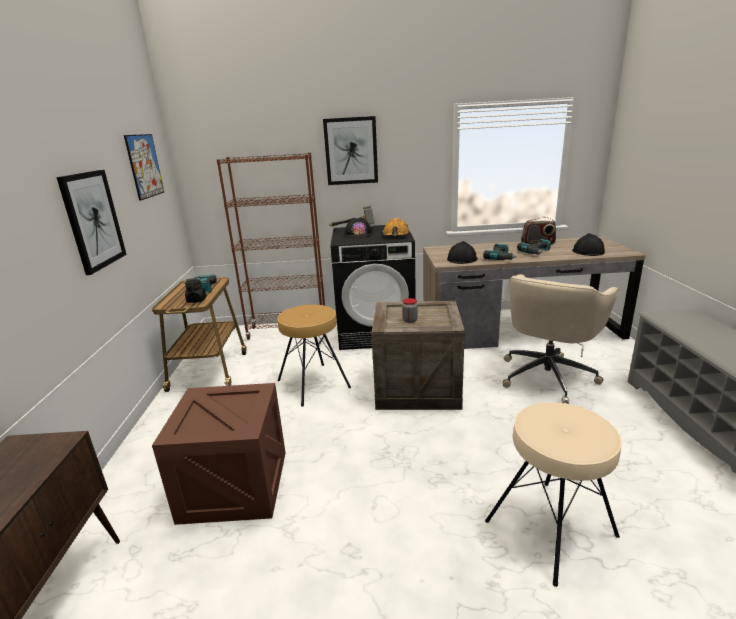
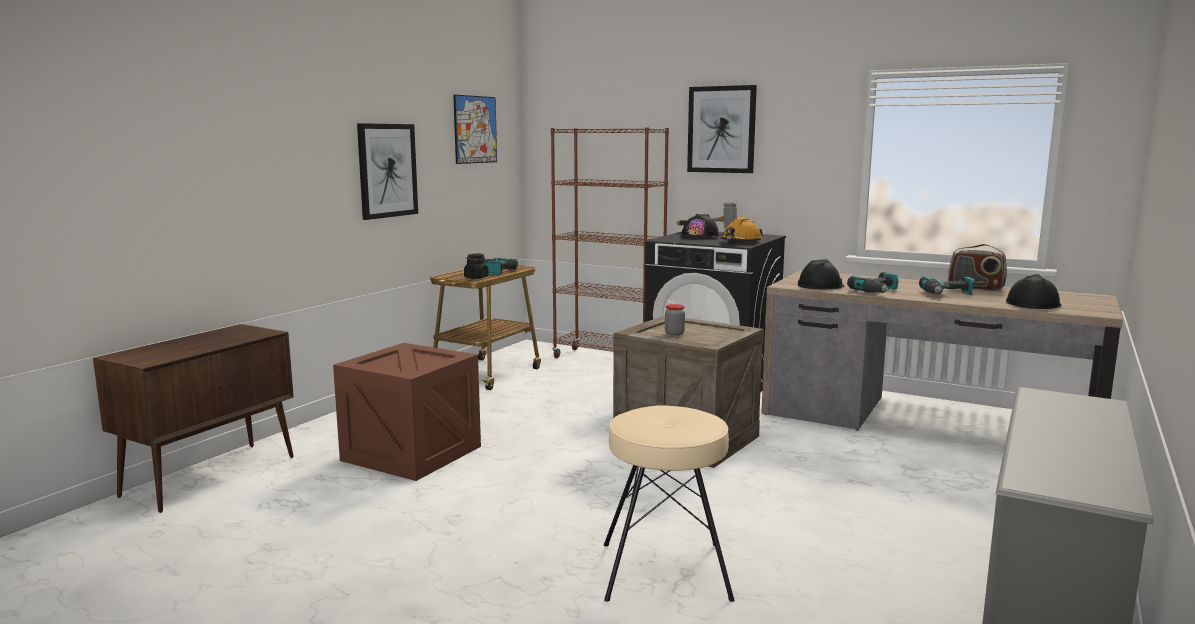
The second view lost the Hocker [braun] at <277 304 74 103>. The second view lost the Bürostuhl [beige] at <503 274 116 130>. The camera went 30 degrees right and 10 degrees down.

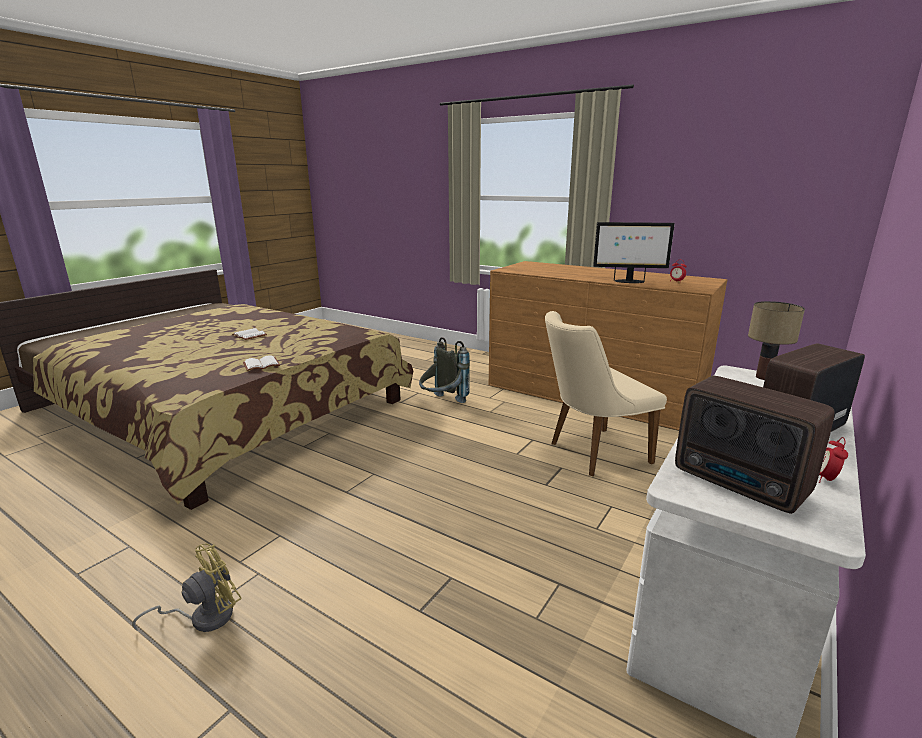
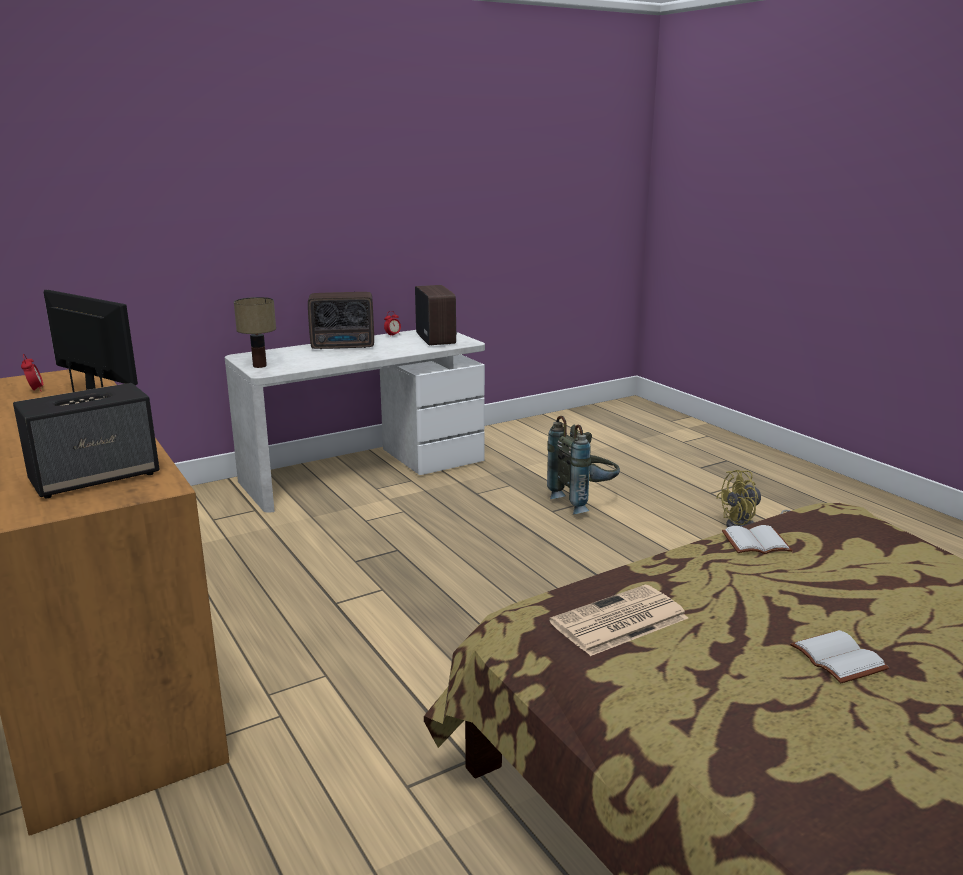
The second view gained the Lautsprecher at <13 383 146 115>. The Rucksack [grau] ended up elsewhere, having gone from <419 337 51 66> to <547 416 73 98>. The second view gained the Zeitung at <549 585 139 71>. The second view lost the Stuhl [beige] at <545 311 122 165>. The camera went 155 degrees left and 0 degrees up.

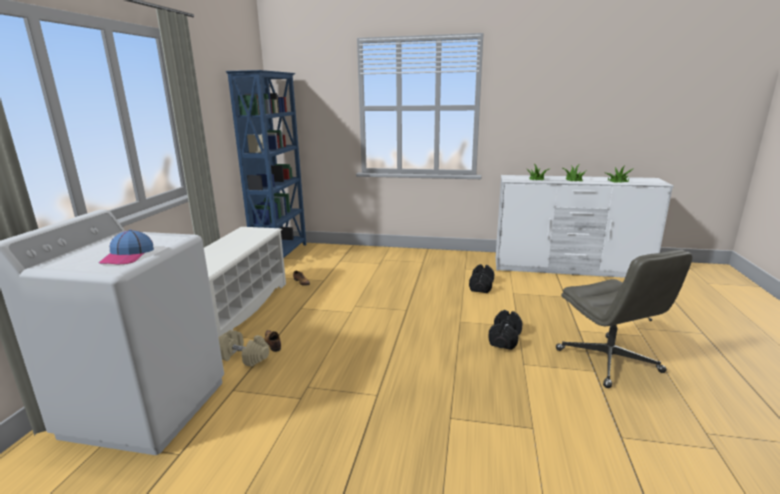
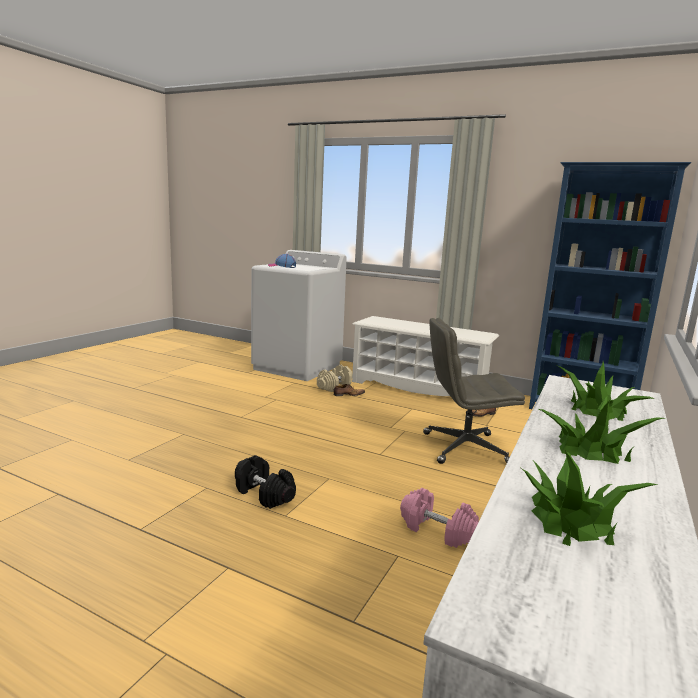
What was the Hantel [schwarz] at <469 264 25 29> turned into the Hantel [rosa] at <400 488 79 60>. The Bürostuhl [grau] ended up elsewhere, having gone from <556 249 137 139> to <423 318 102 146>. The camera went 105 degrees right and 5 degrees down.

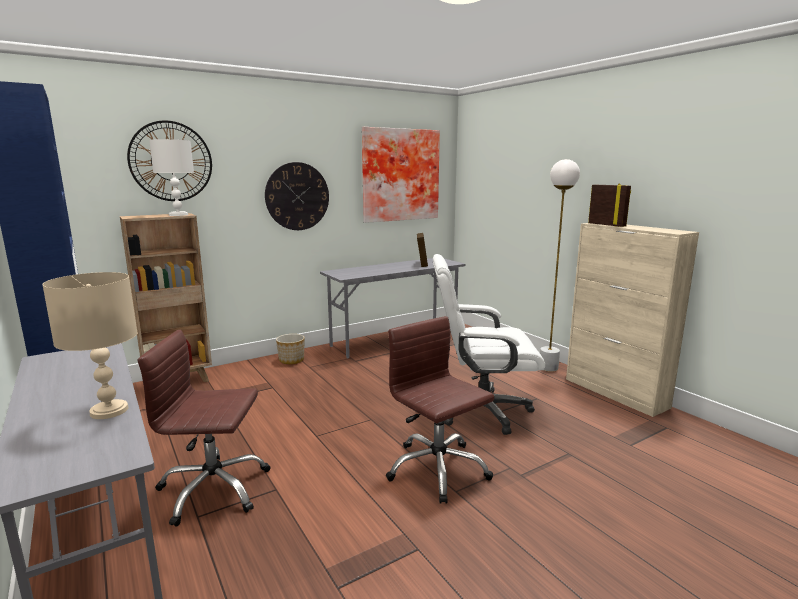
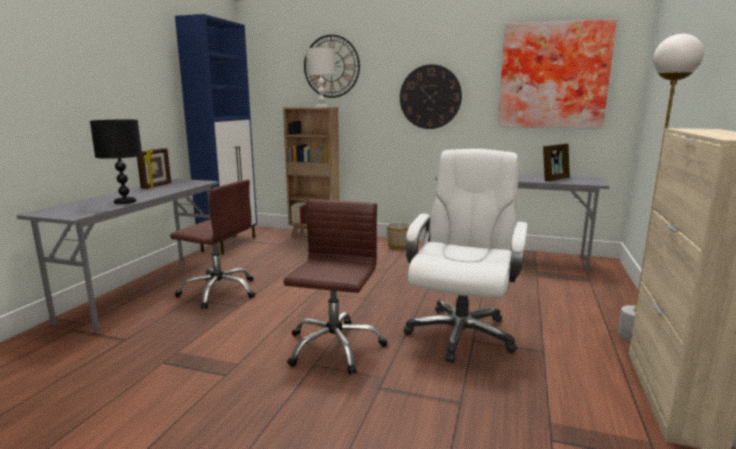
What was the Tischlampe [beige] at <42 272 96 147> turned into the Tischlampe [schwarz] at <90 120 52 84>. The Bilderrahmen ended up elsewhere, having gone from <588 183 43 44> to <137 148 34 41>. The Bürostuhl [braun] at <138 330 133 197> ended up facing another way, 150 degrees clockwise from before. The Bürostuhl [weiß] at <433 254 112 181> ended up facing another way, 60 degrees clockwise from before. The camera went 50 degrees right and 0 degrees up.

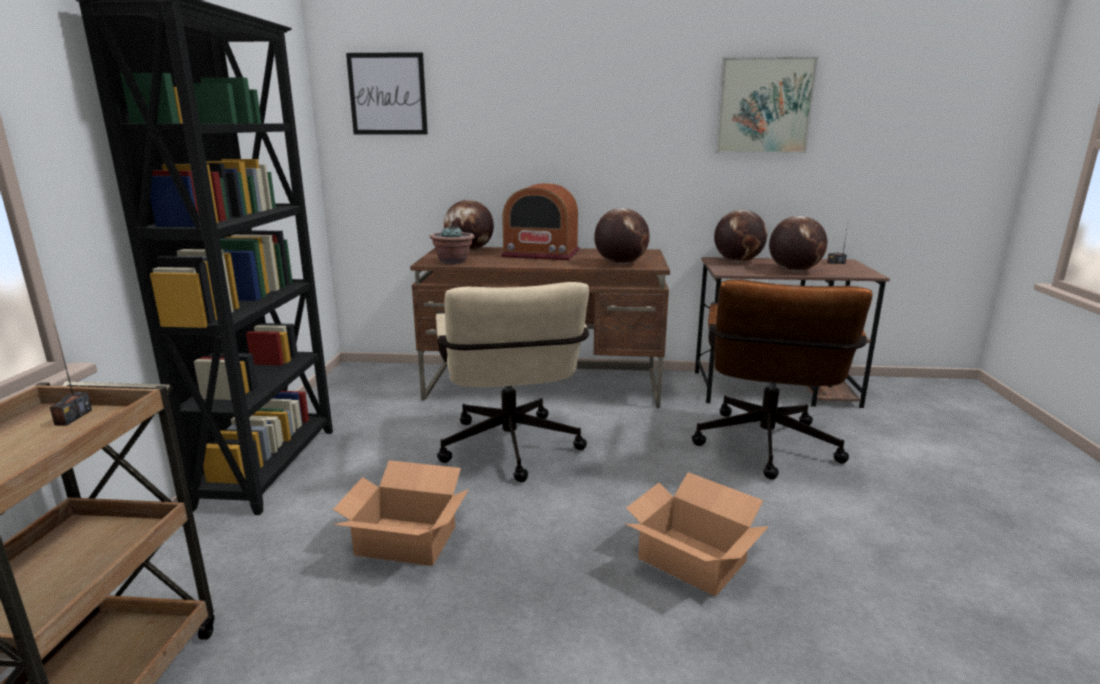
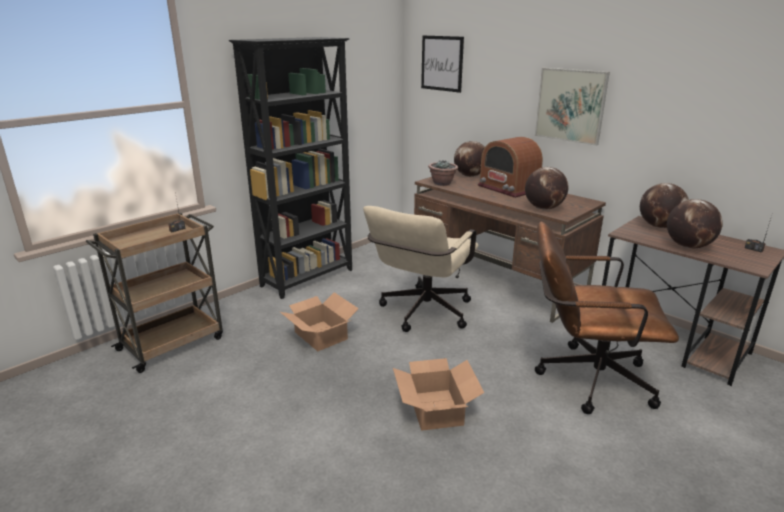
The Bild ended up elsewhere, having gone from <715 57 103 97> to <535 68 75 78>. The Bürostuhl [braun] at <692 279 180 201> ended up facing another way, 45 degrees clockwise from before. The camera went 40 degrees right and 5 degrees up.

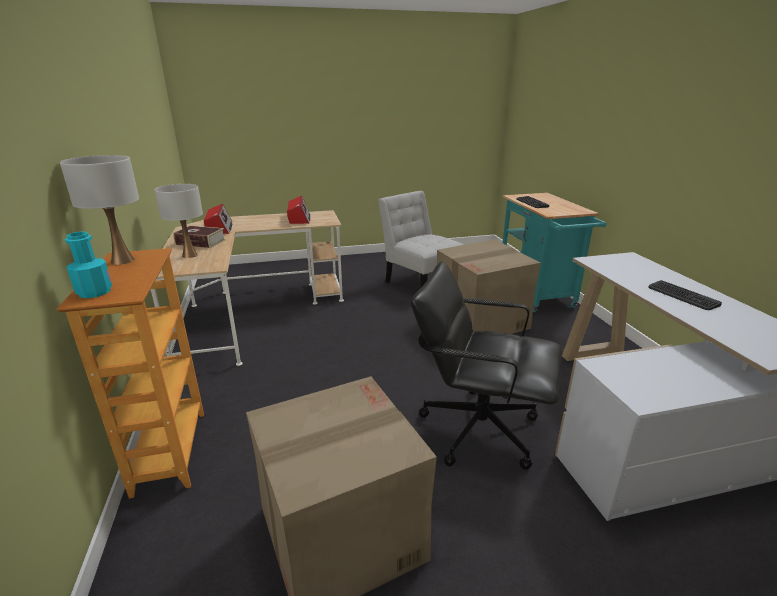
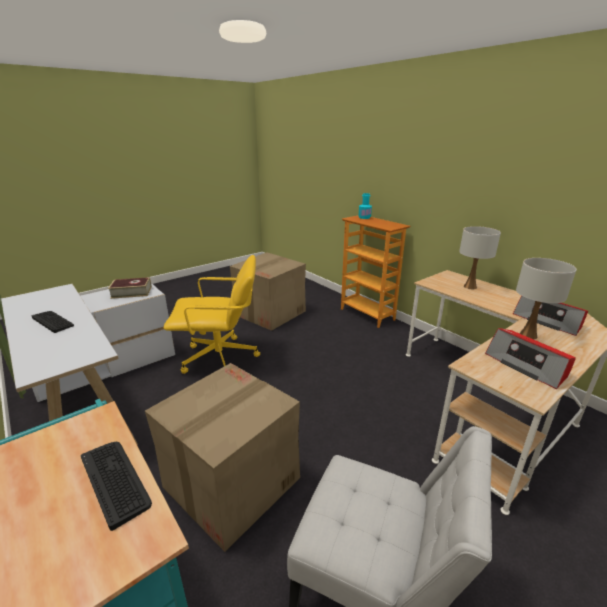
The Buch ended up elsewhere, having gone from <173 225 53 23> to <108 277 44 22>. What was the Bürostuhl [schwarz] at <411 261 150 209> turned into the Bürostuhl [gelb] at <164 255 96 119>. The Tischlampe [weiß] ended up elsewhere, having gone from <60 155 79 110> to <516 258 61 82>. The camera went 155 degrees right and 0 degrees up.

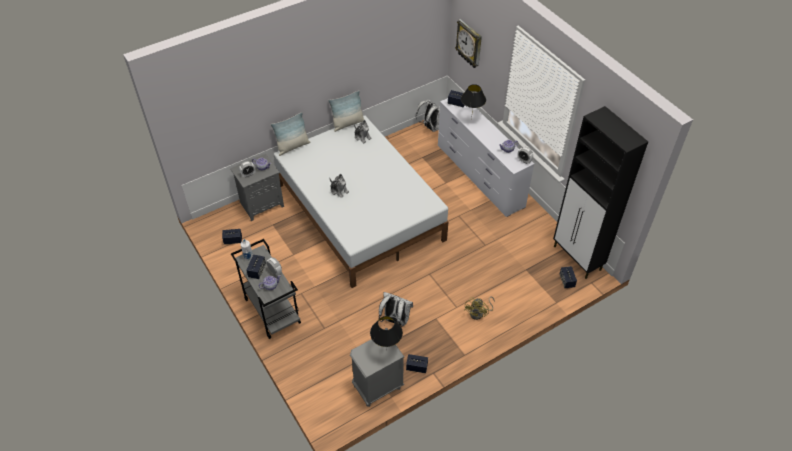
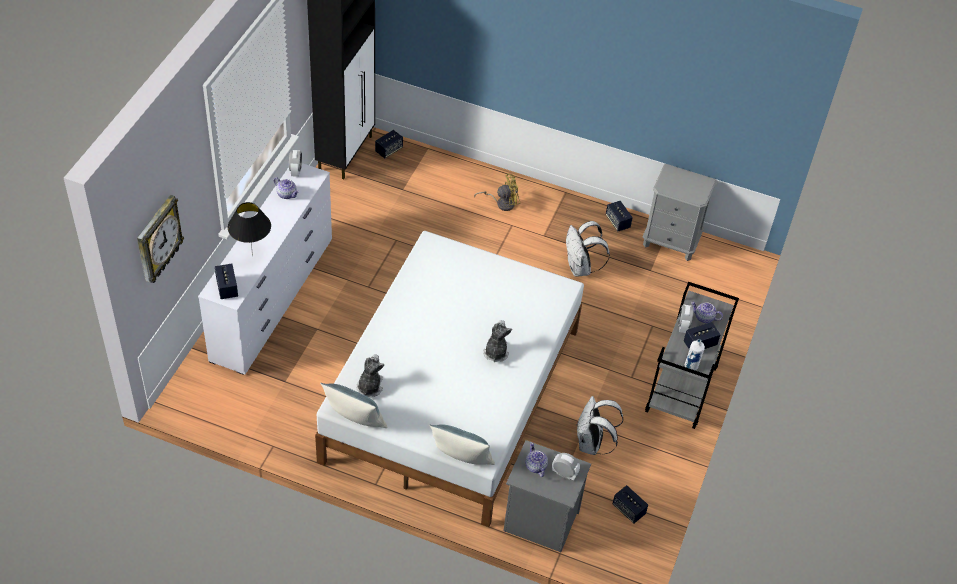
The Rucksack [weiß] ended up elsewhere, having gone from <416 99 24 33> to <577 396 46 59>. The second view lost the Tischlampe [schwarz] at <370 316 33 35>. The camera went 130 degrees left and 0 degrees up.

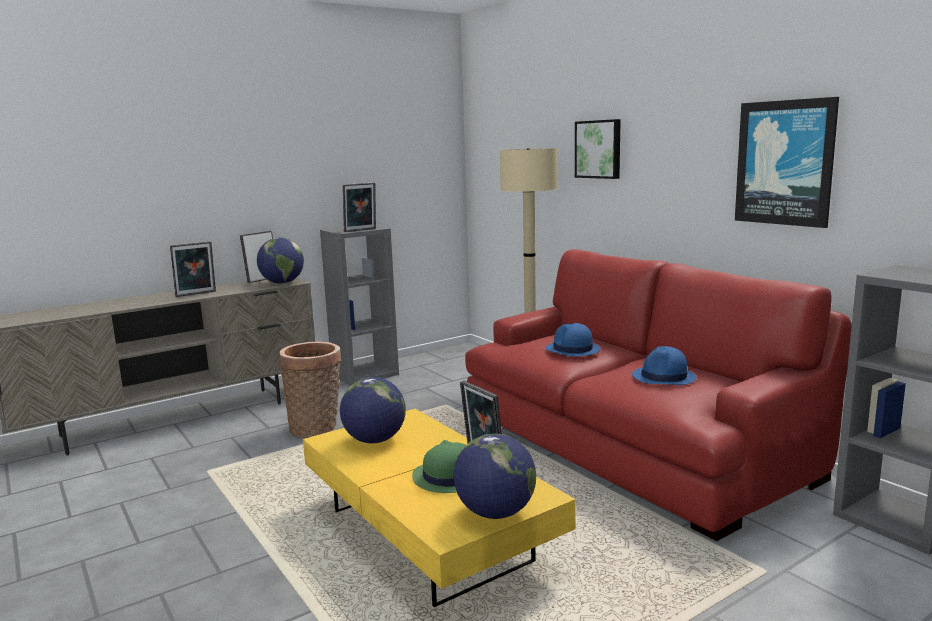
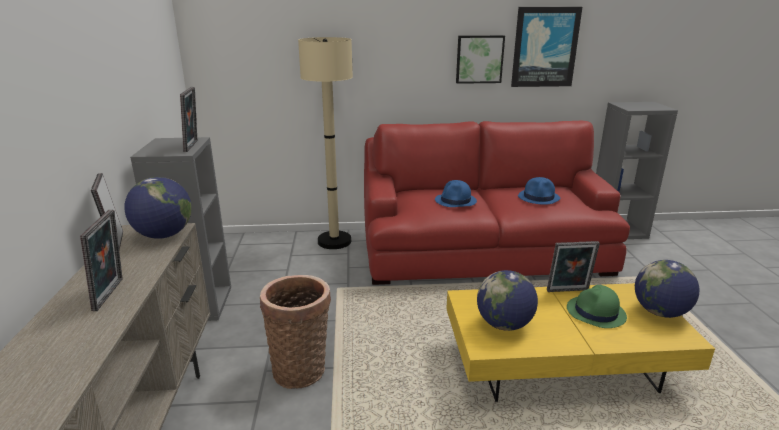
The Bild ended up elsewhere, having gone from <575 119 46 60> to <456 35 49 49>. The camera went 60 degrees left and 10 degrees up.

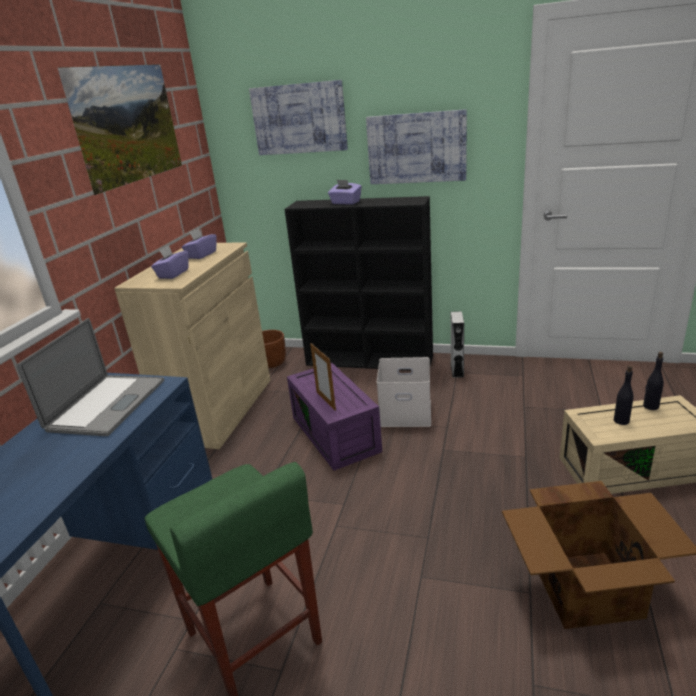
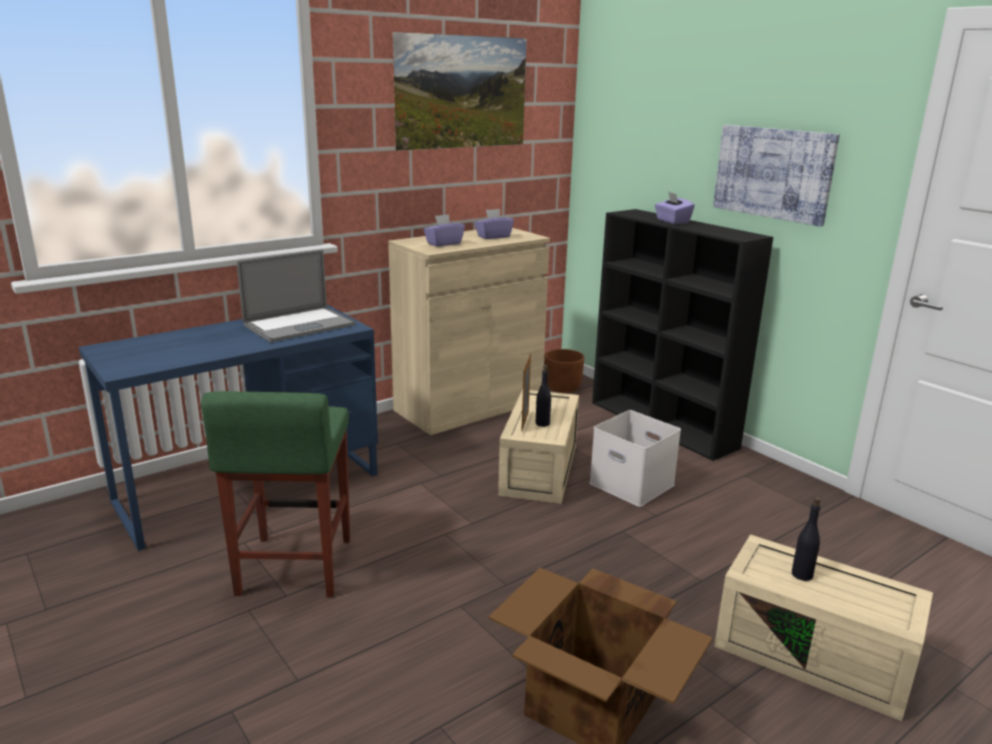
What was the Aufbewahrungsbox [lila] at <287 363 95 108> turned into the Aufbewahrungsbox [beige] at <498 389 81 115>. The Flasche [schwarz] ended up elsewhere, having gone from <643 352 21 58> to <536 365 15 62>. The second view lost the Bild at <249 80 99 75>. The second view lost the Lautsprecher [grau] at <451 311 13 67>. The camera went 35 degrees right and 5 degrees down.

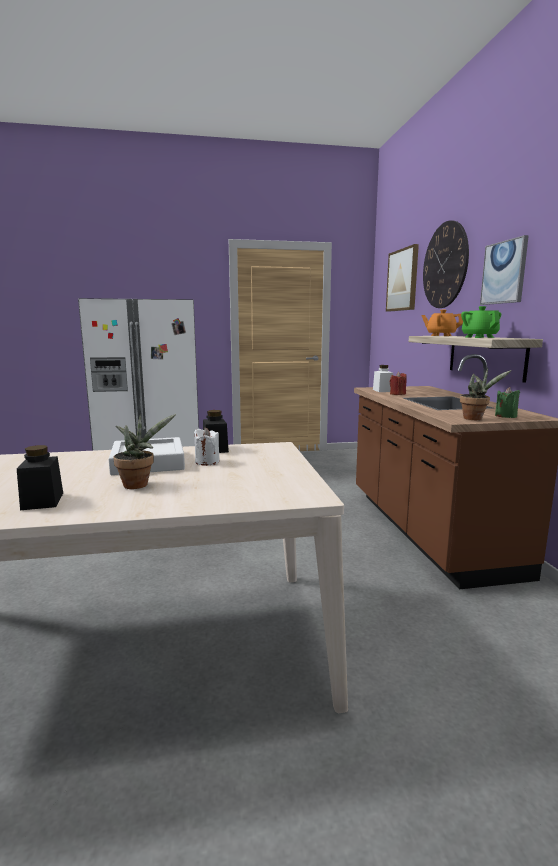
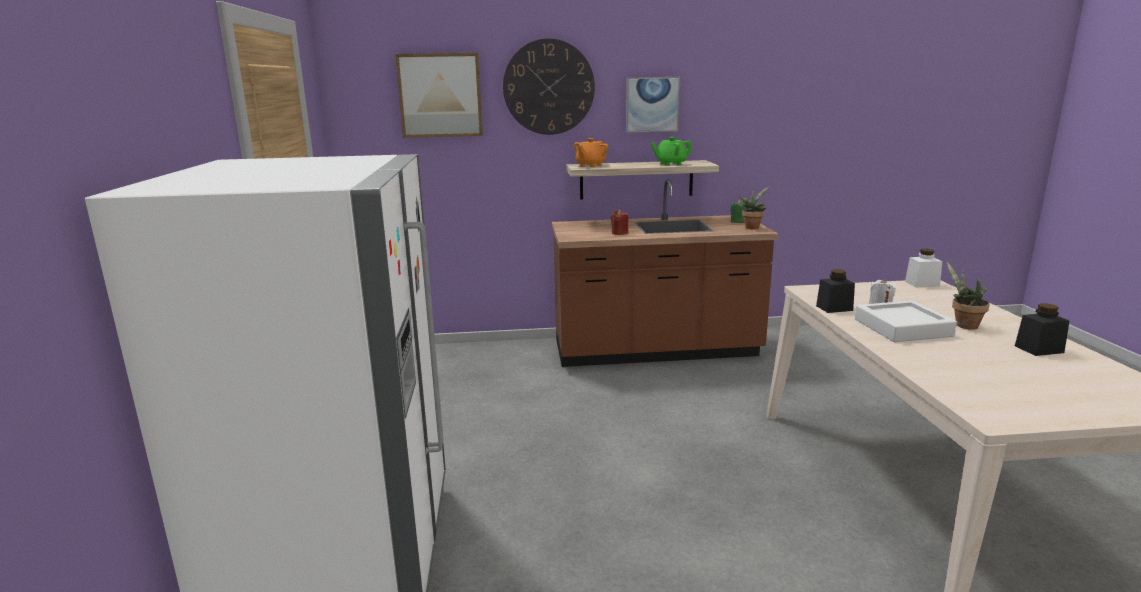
The Vorratsglas [weiß] ended up elsewhere, having gone from <373 365 20 27> to <905 249 37 38>. The camera went 85 degrees left and 5 degrees up.

